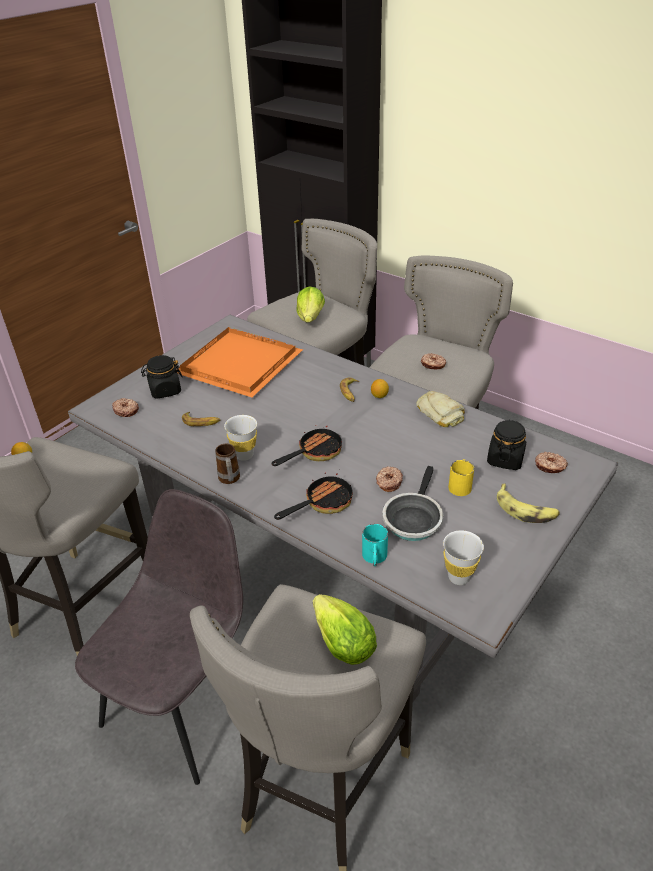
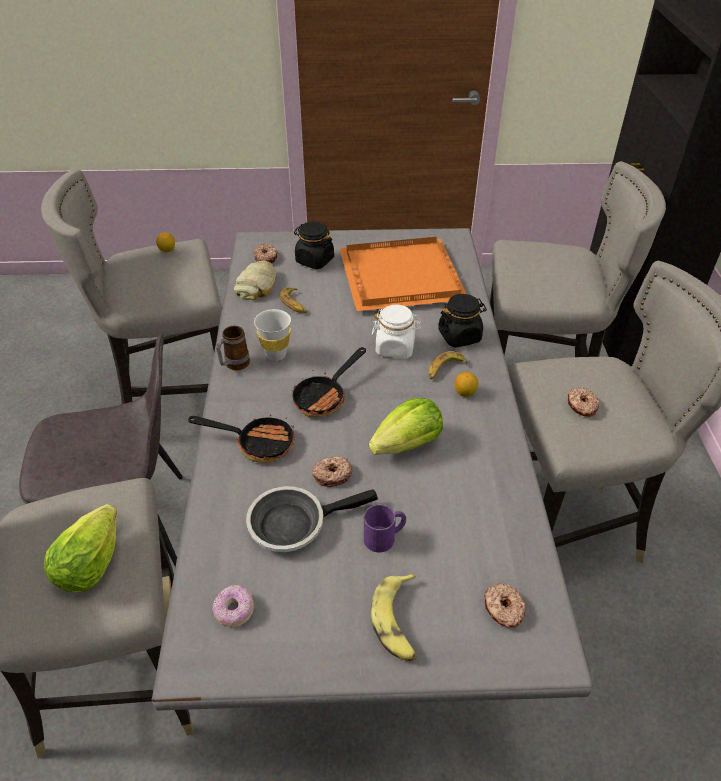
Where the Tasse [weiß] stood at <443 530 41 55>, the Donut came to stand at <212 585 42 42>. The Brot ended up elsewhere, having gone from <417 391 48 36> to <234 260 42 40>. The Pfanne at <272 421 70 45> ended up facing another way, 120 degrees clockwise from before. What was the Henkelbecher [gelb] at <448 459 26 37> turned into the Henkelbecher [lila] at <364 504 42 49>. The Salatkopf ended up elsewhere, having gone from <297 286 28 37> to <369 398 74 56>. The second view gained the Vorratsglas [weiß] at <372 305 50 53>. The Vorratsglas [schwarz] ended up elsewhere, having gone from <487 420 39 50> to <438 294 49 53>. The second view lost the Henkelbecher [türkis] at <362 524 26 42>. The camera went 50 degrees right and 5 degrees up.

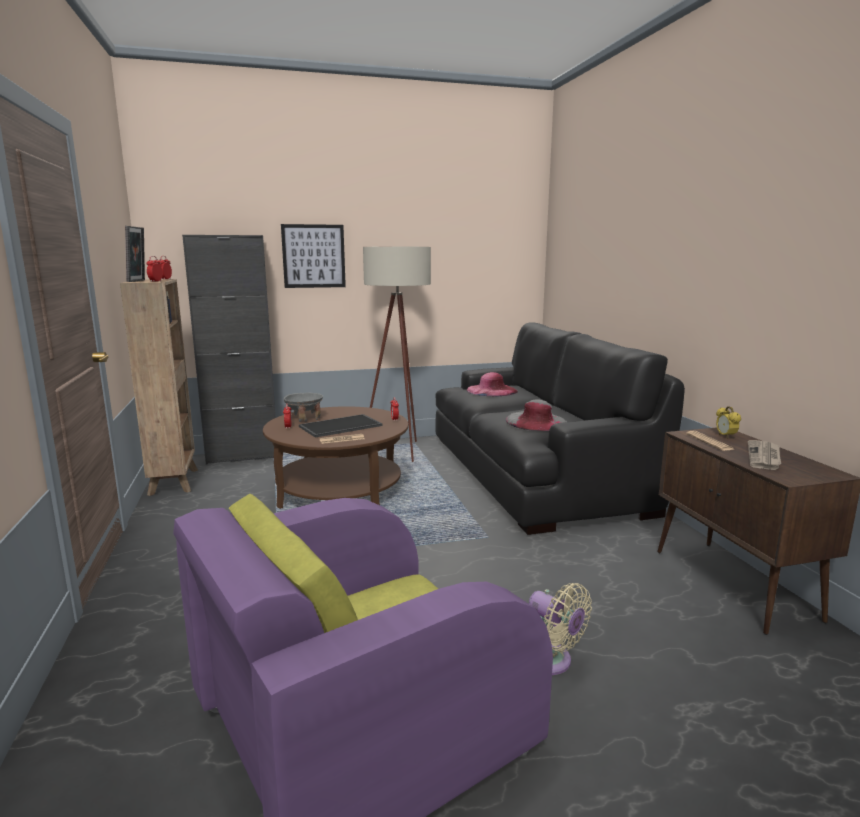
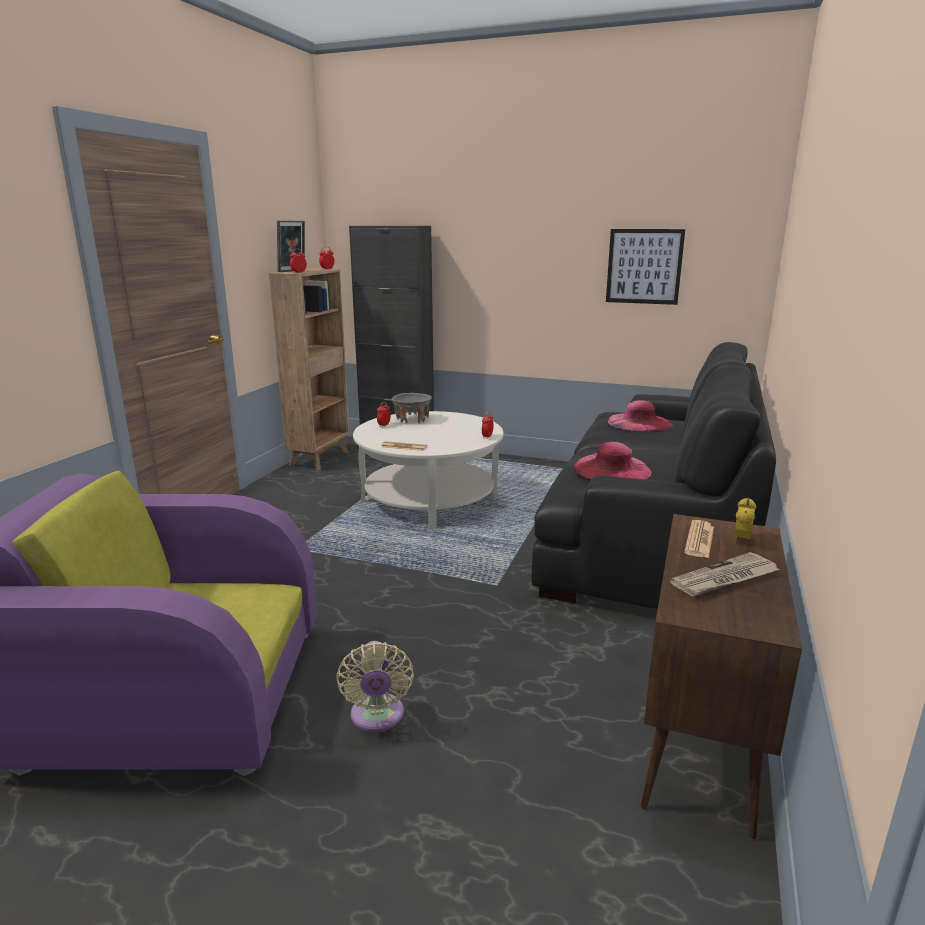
What was the Couchtisch [braun] at <263 406 145 103> turned into the Couchtisch [weiß] at <353 411 151 118>. What was the Hut [grau] at <506 399 61 32> turned into the Hut [rosa] at <574 442 78 38>. The Bild ended up elsewhere, having gone from <281 224 65 64> to <606 229 79 76>. The second view lost the Tablett at <299 414 84 24>. The second view lost the Stehlampe [beige] at <363 247 68 215>. The camera went 35 degrees right and 5 degrees up.

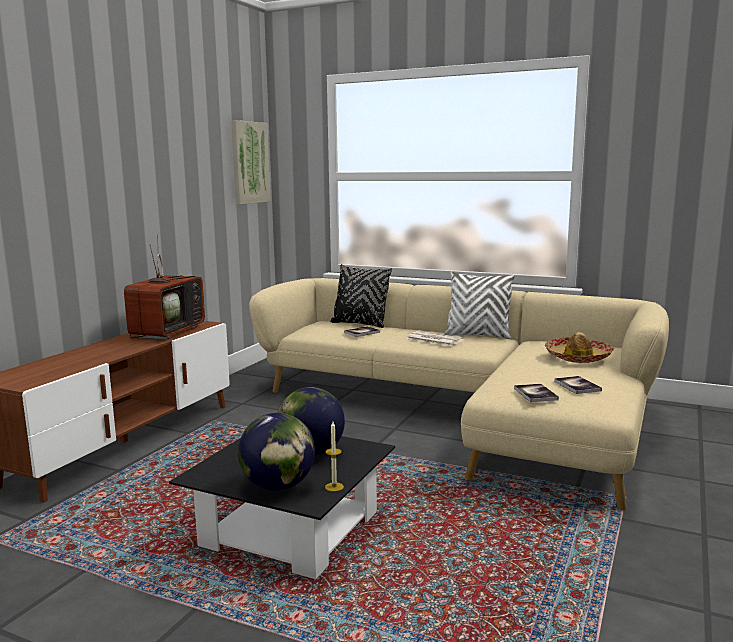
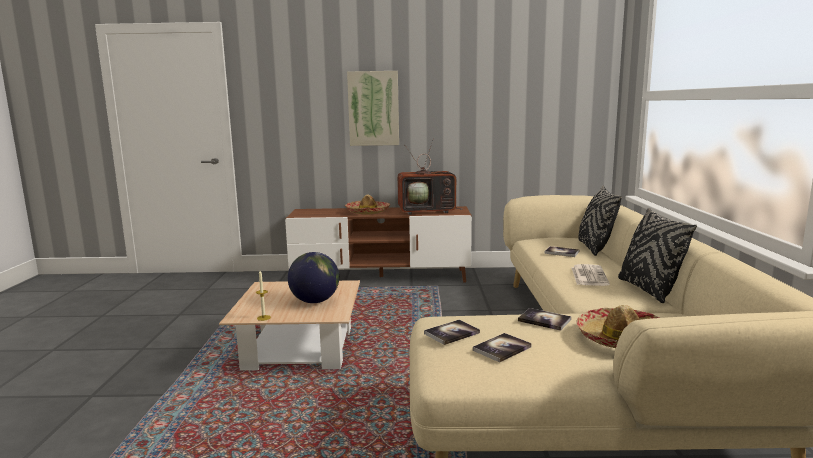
What was the Couchtisch [schwarz] at <169 436 226 143> turned into the Couchtisch [beige] at <219 280 141 90>. The second view gained the Hut at <345 195 45 20>. The Bild ended up elsewhere, having gone from <231 120 40 85> to <347 71 52 75>. The second view gained the Buch at <518 308 53 23>. What was the Kissen [weiß] at <444 271 71 68> turned into the Kissen [schwarz] at <618 208 79 95>. The second view lost the Globus at <238 413 77 78>. The camera went 65 degrees right and 0 degrees up.

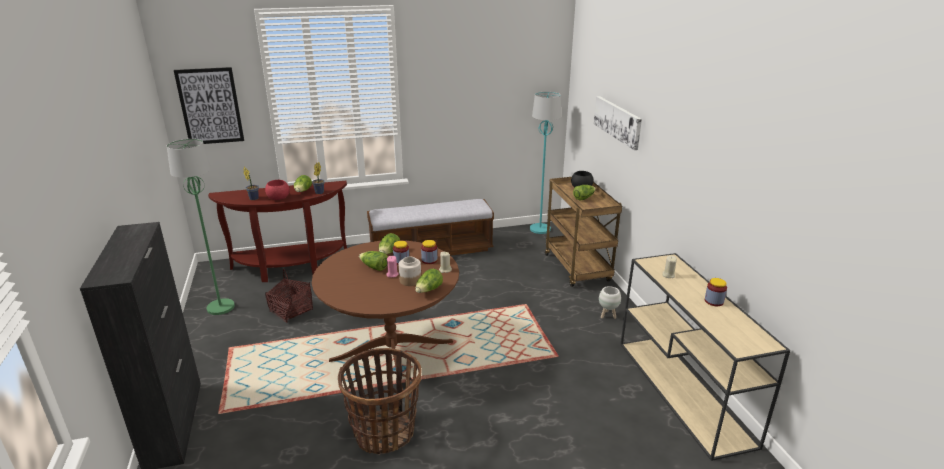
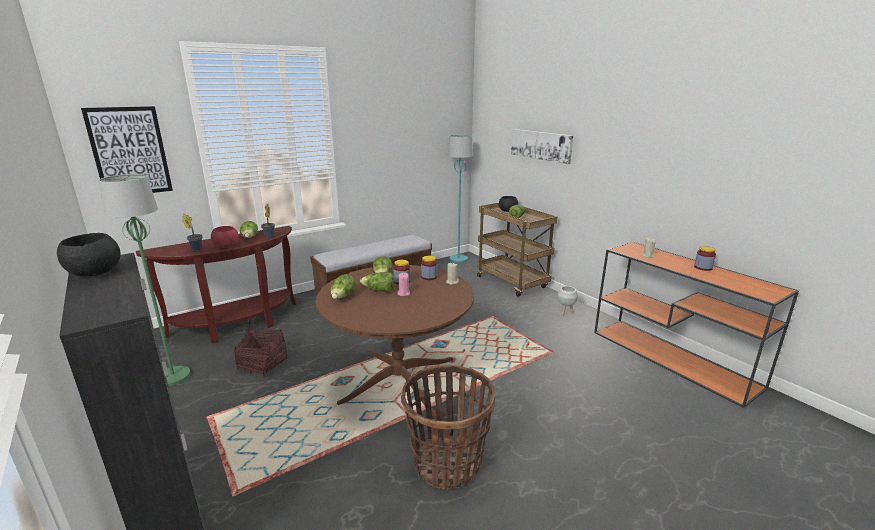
The second view gained the Schüssel [schwarz] at <57 233 64 43>. The Salatkopf ended up elsewhere, having gone from <415 269 28 24> to <330 274 26 25>. What was the Konsolentisch [beige] at <620 253 170 208> turned into the Konsolentisch [orange] at <594 242 205 166>. The second view lost the Vorratsglas at <399 257 22 29>. The camera went 20 degrees left and 5 degrees down.

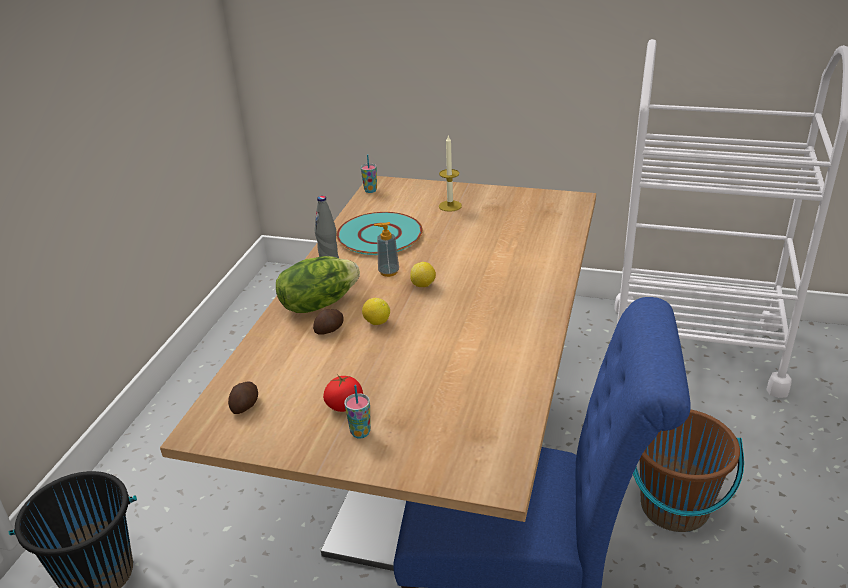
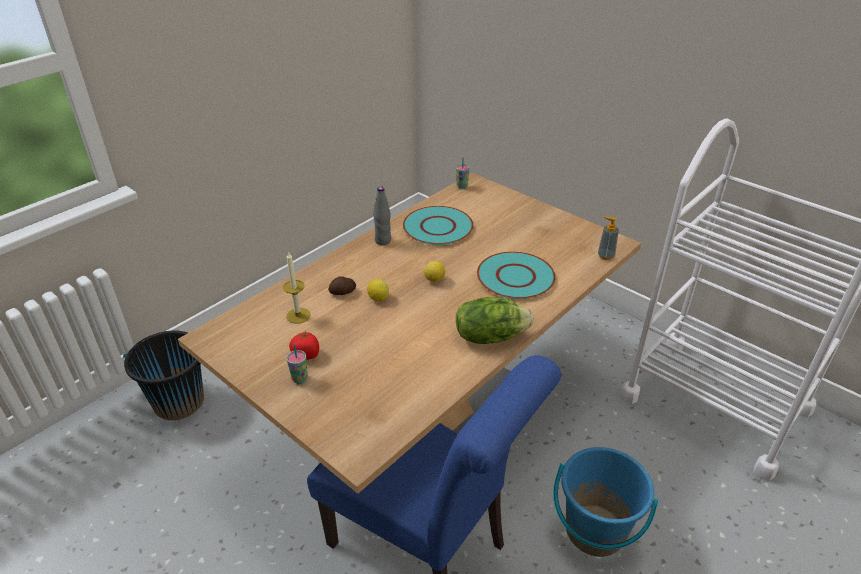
The Kerze ended up elsewhere, having gone from <439 136 23 76> to <283 251 28 73>. The Salatkopf ended up elsewhere, having gone from <276 256 84 57> to <456 297 77 47>. The second view gained the Teller [türkis] at <477 252 79 47>. What was the Eimer [braun] at <633 409 111 123> turned into the Eimer [blau] at <553 447 106 110>. The Seifenspender ended up elsewhere, having gone from <374 222 25 55> to <598 216 21 44>. The second view lost the Kartoffel at <228 381 30 33>. The camera went 25 degrees right and 5 degrees up.

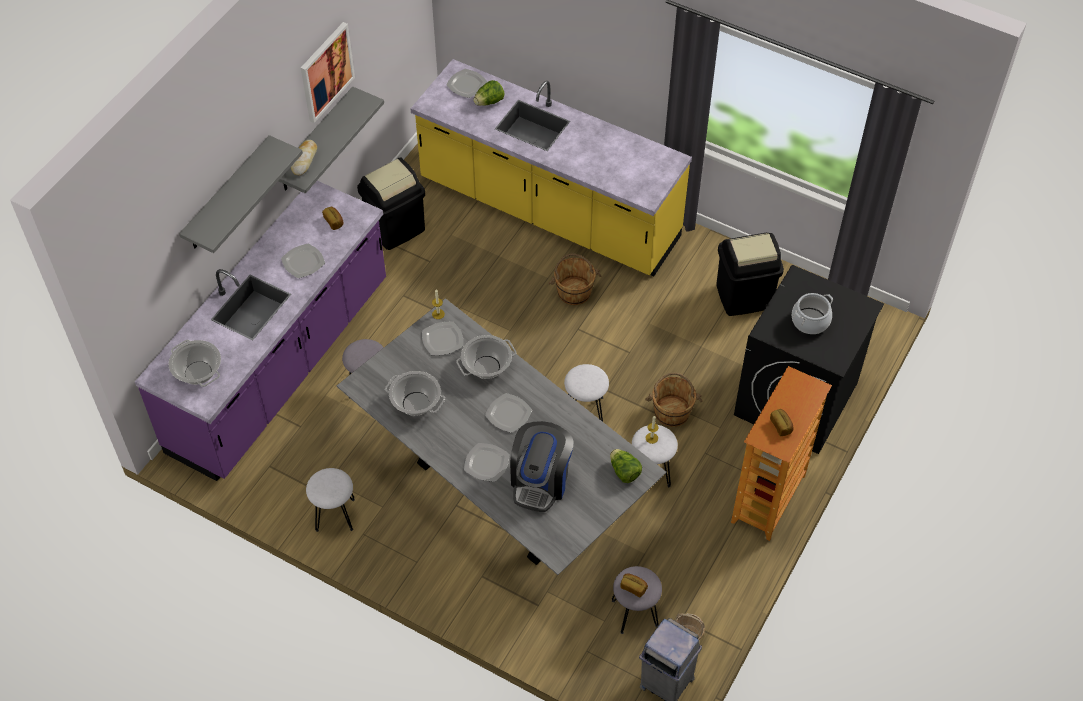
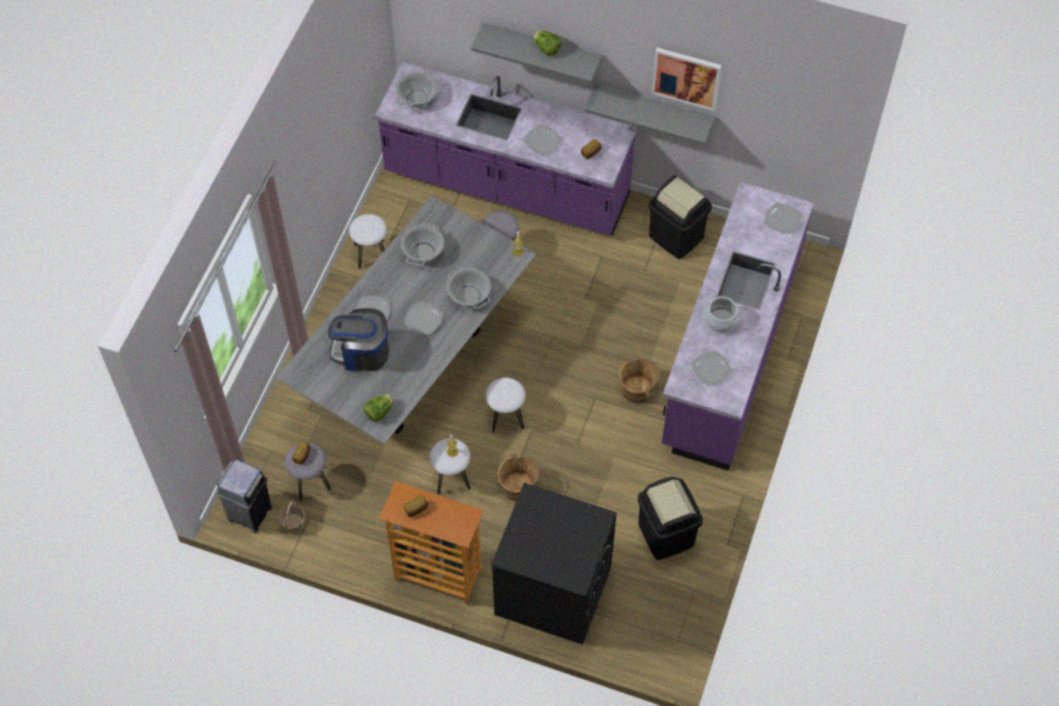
The Salatkopf ended up elsewhere, having gone from <473 80 31 26> to <533 31 29 25>. What was the Küchenzeile [gelb] at <410 59 282 217> turned into the Küchenzeile [lila] at <662 182 152 289>. The Teller ended up elsewhere, having gone from <422 322 41 33> to <691 351 41 35>. The Kochtopf ended up elsewhere, having gone from <792 293 41 41> to <704 295 36 38>. The second view lost the Brot at <291 140 26 35>. The camera went 80 degrees right and 5 degrees up.

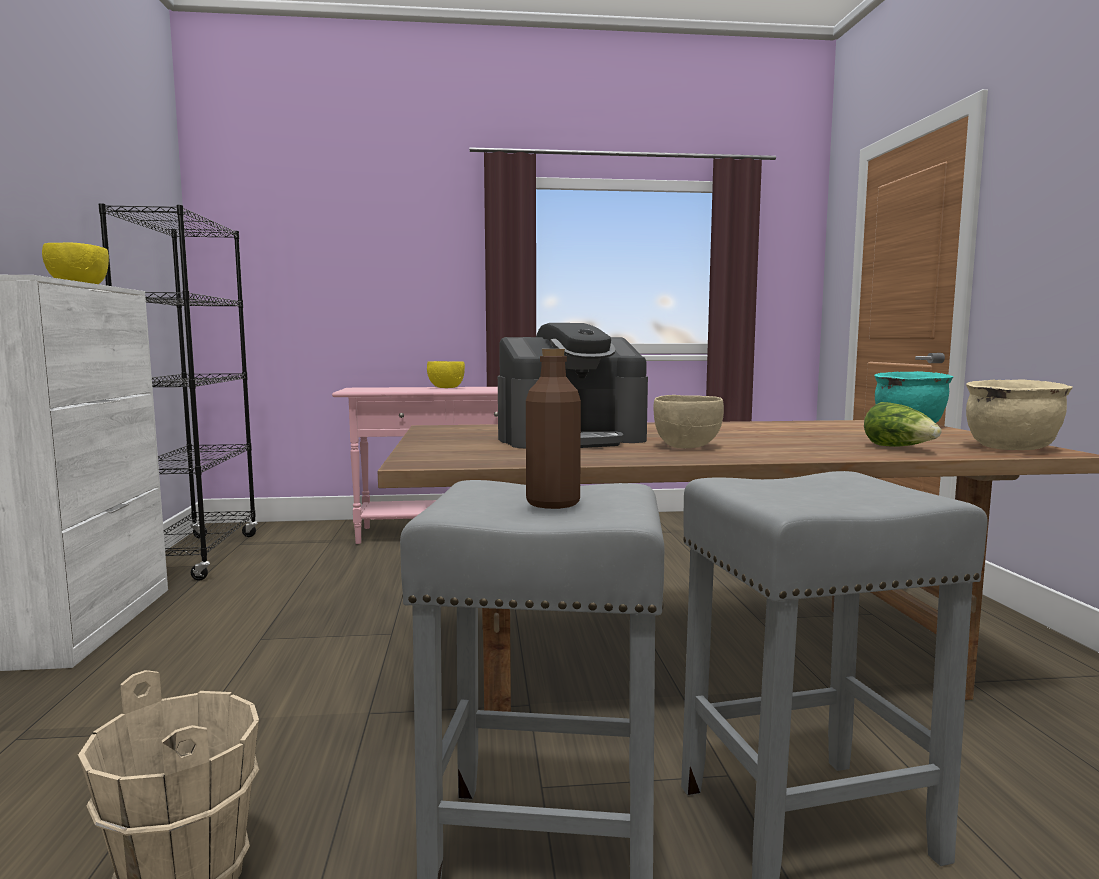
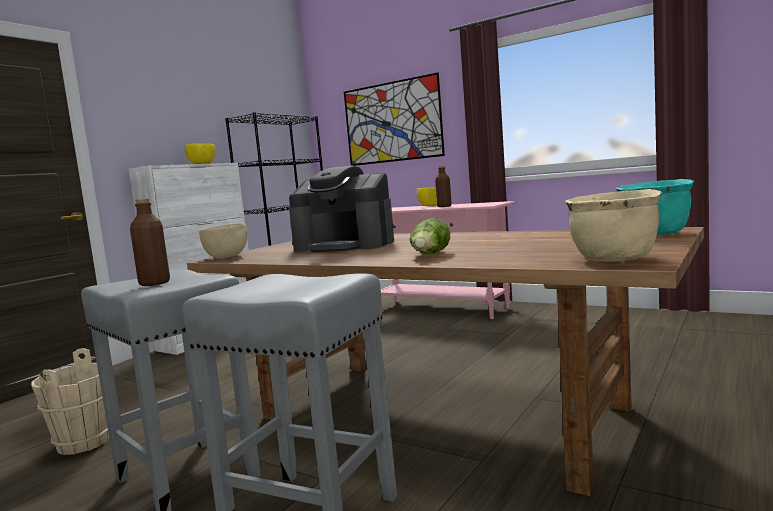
The Schüssel [beige] ended up elsewhere, having gone from <653 395 71 53> to <199 223 48 35>. The second view gained the Bild at <344 72 101 94>. The Salatkopf ended up elsewhere, having gone from <864 402 77 45> to <410 218 40 36>. The second view gained the Flasche [braun] at <435 166 17 41>. The camera went 40 degrees right and 0 degrees up.

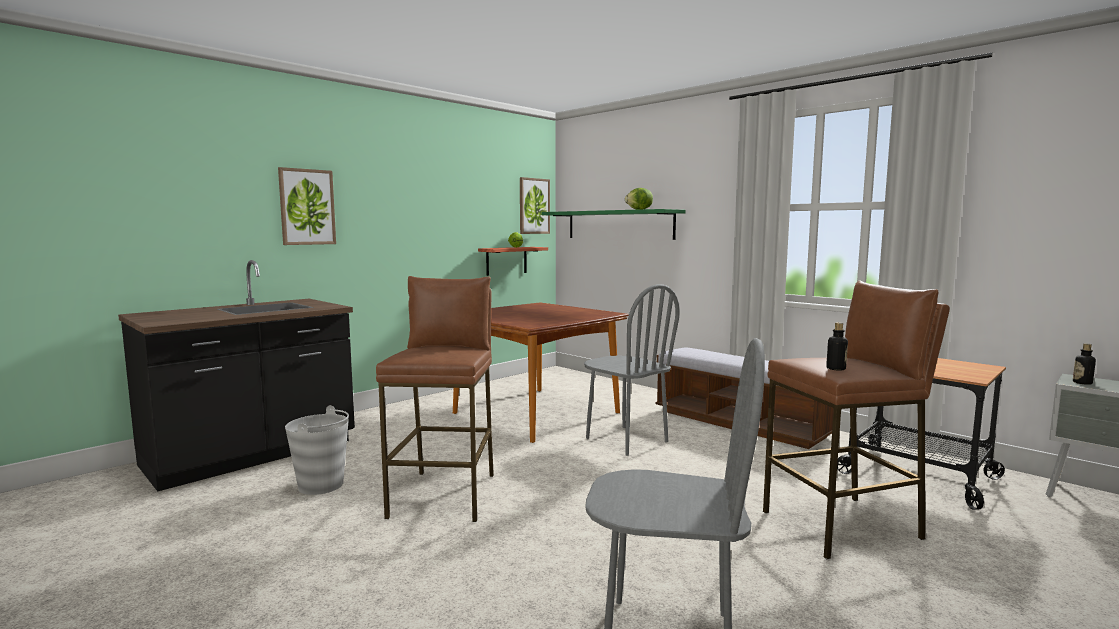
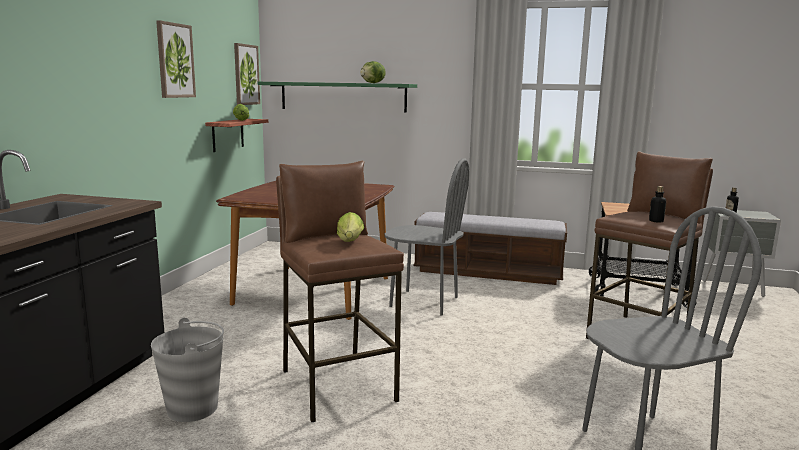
The Bild ended up elsewhere, having gone from <278 167 58 78> to <156 20 40 78>. The second view gained the Salatkopf at <337 212 27 30>. The camera went 30 degrees left and 5 degrees up.

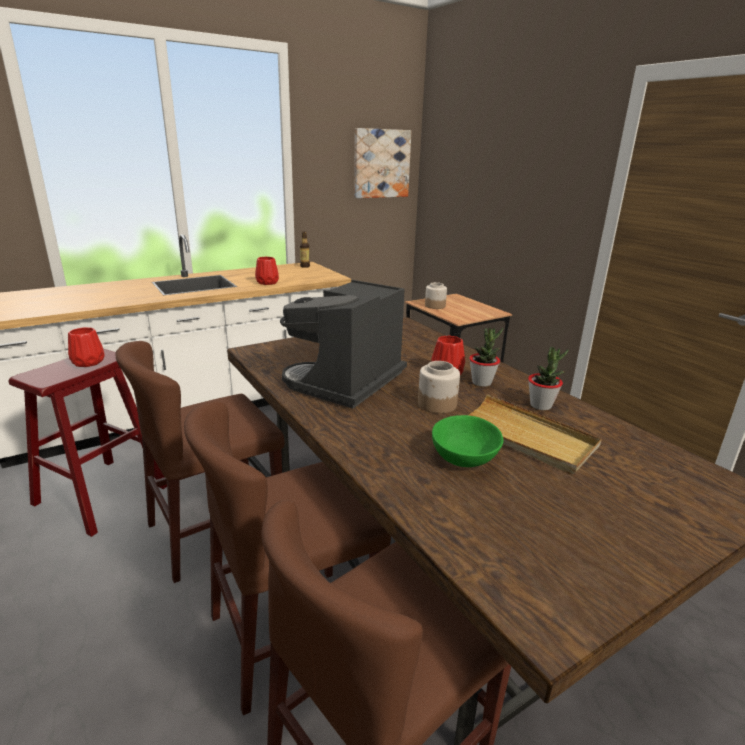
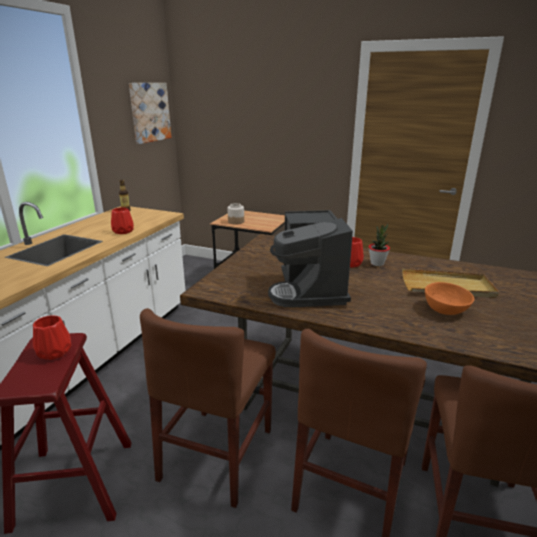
What was the Schüssel [grün] at <432 415 71 52> turned into the Schüssel [orange] at <425 282 49 33>. The second view lost the Vorratsglas at <418 361 42 53>. The second view lost the Topfpflanze at <528 347 40 63>. The camera went 35 degrees left and 0 degrees up.

